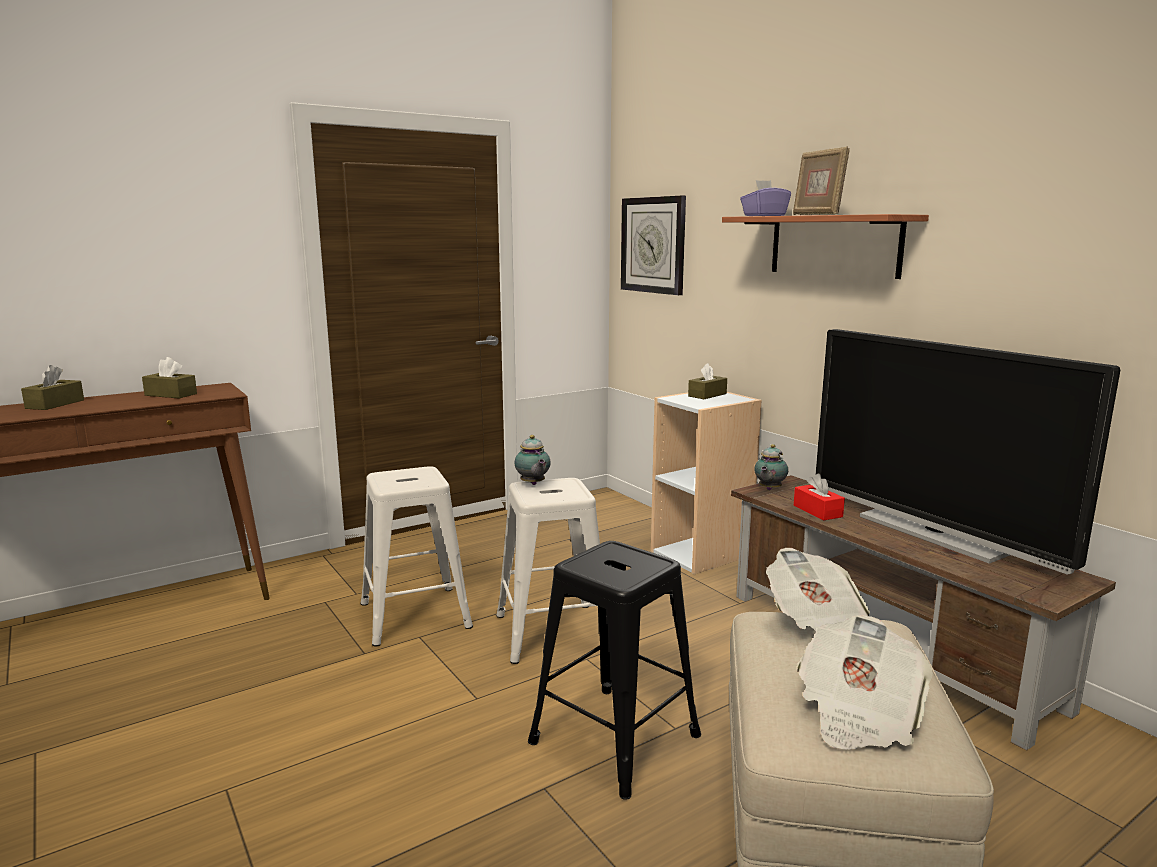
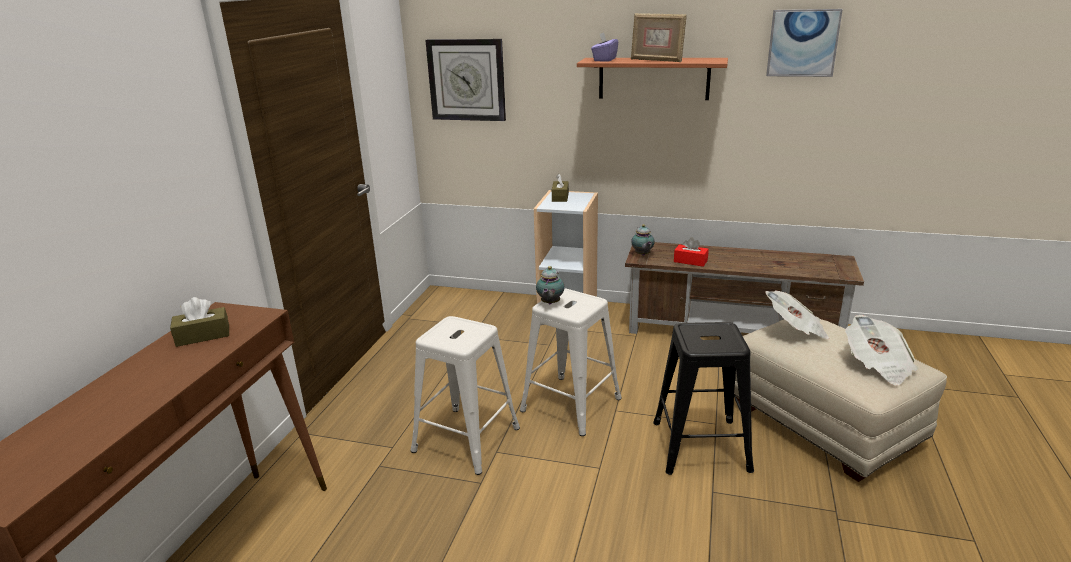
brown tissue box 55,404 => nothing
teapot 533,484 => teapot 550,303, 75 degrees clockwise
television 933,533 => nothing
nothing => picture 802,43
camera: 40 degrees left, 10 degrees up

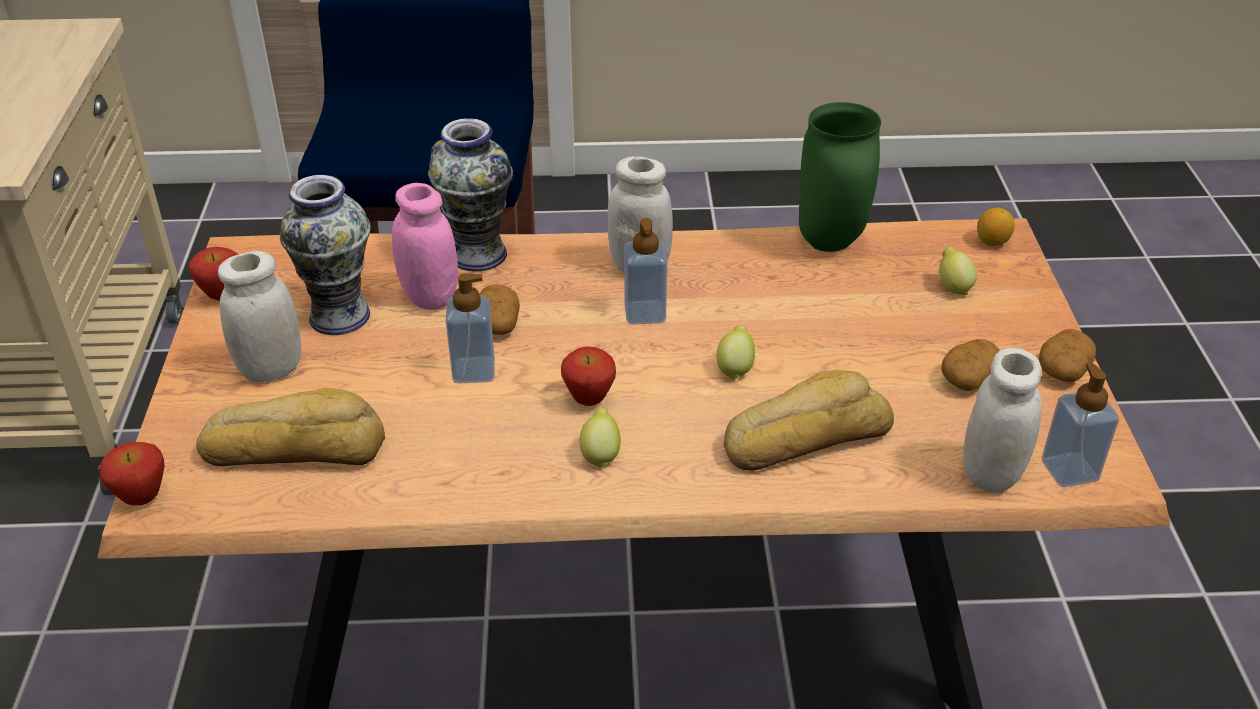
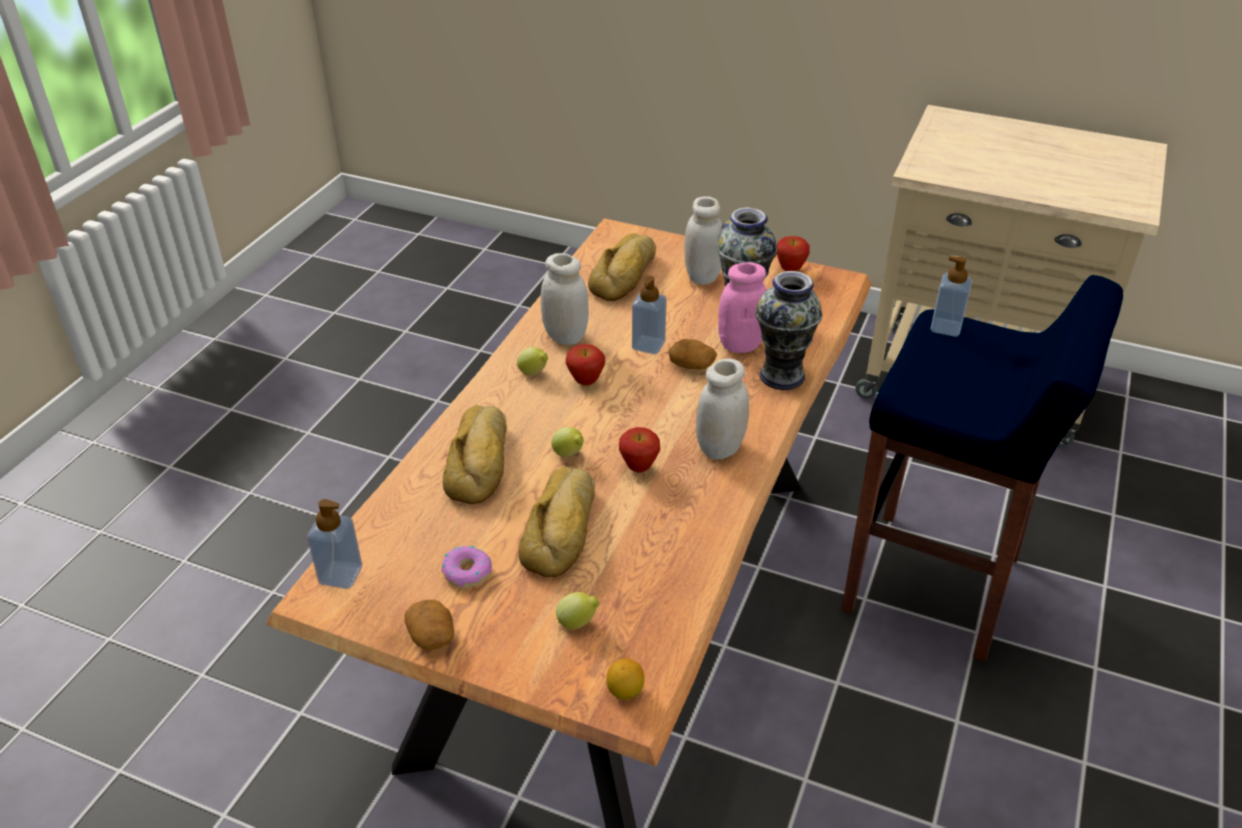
apple 142,498 => apple 639,468, shifted
soap dispenser 645,313 => soap dispenser 946,327, shifted
green vase 827,243 => nothing
potato 968,378 => donut 467,572
white jar 991,473 => white jar 565,336, shifted
nothing => bread 563,528
camera: 115 degrees right, 0 degrees up

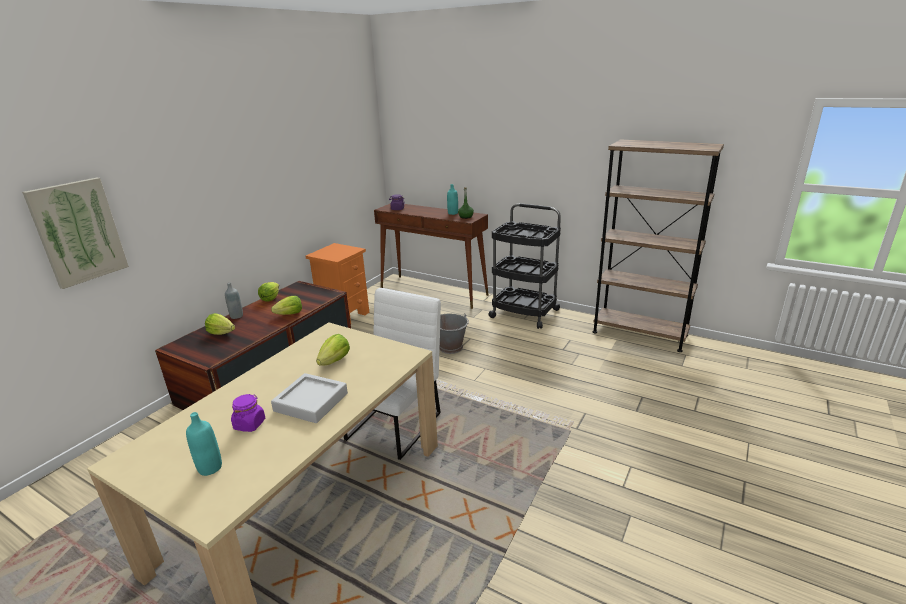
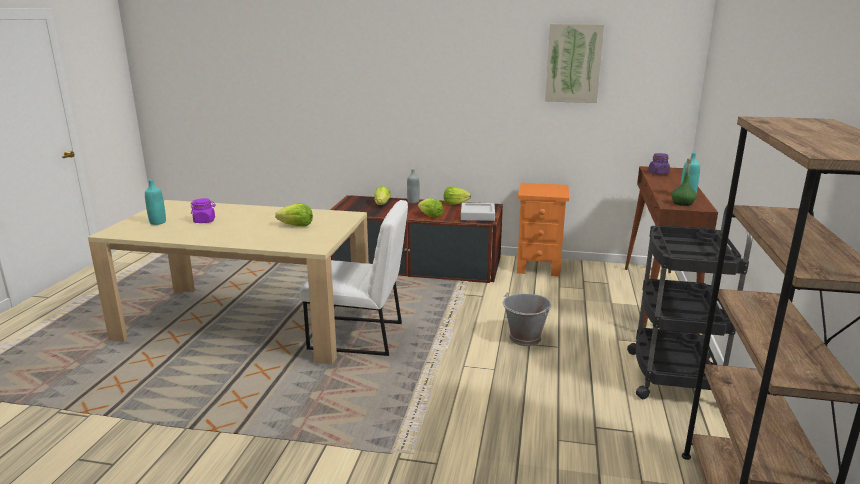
picture 78,232 => picture 573,63, shifted
grey tray 311,402 => grey tray 477,215, shifted
camera: 70 degrees right, 5 degrees down

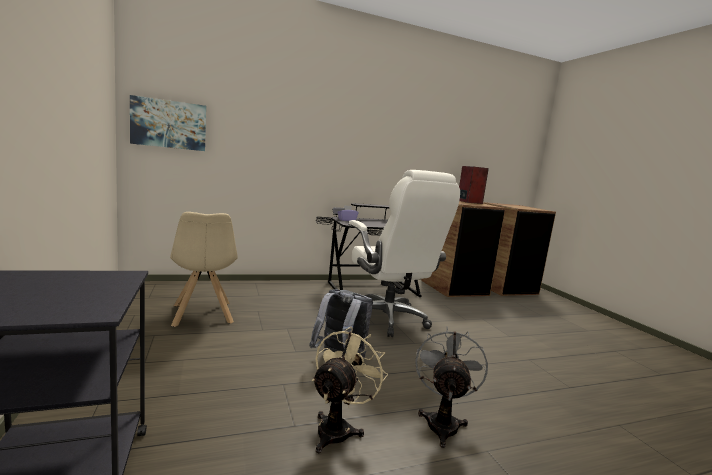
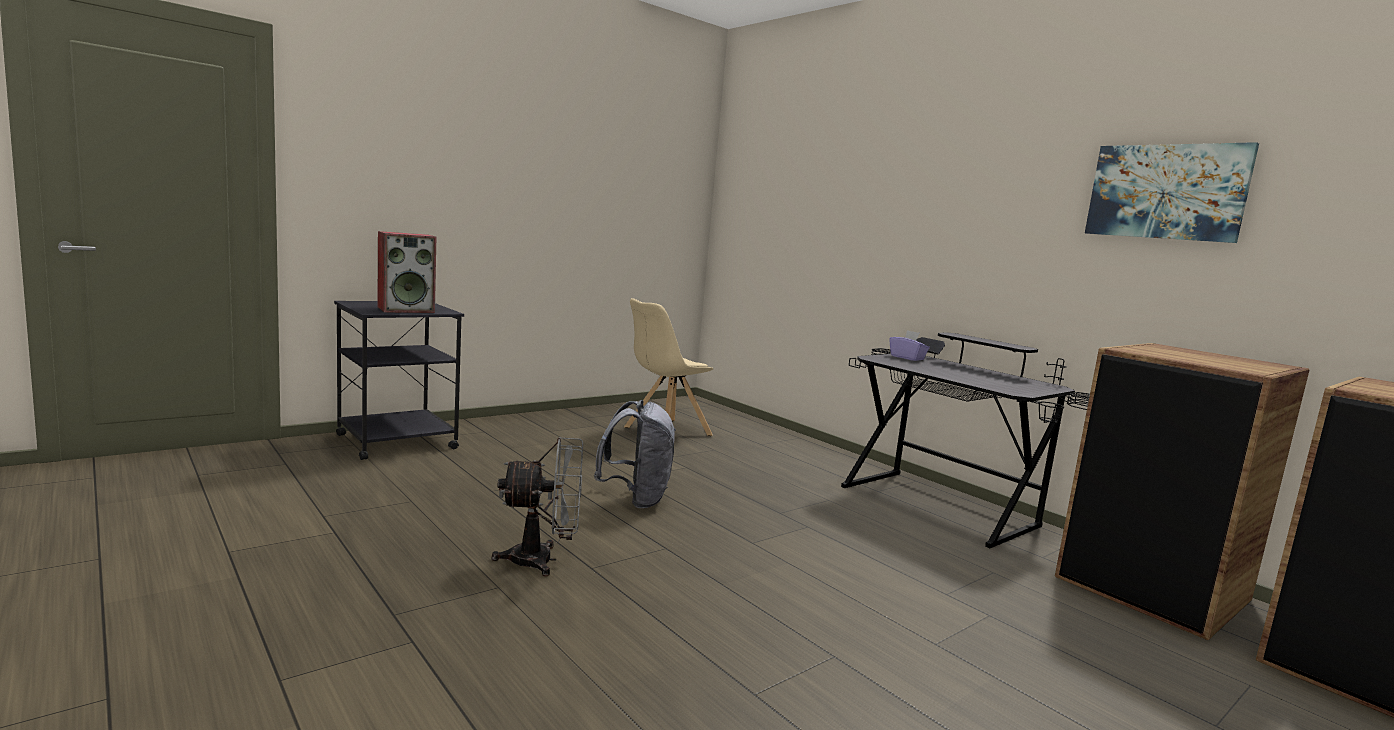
picture 169,124 => picture 1166,192, shifted
beige fan 338,428 => nothing
white office chair 388,319 => nothing
speaker 469,202 => speaker 406,310, shifted
camera: 70 degrees right, 0 degrees up

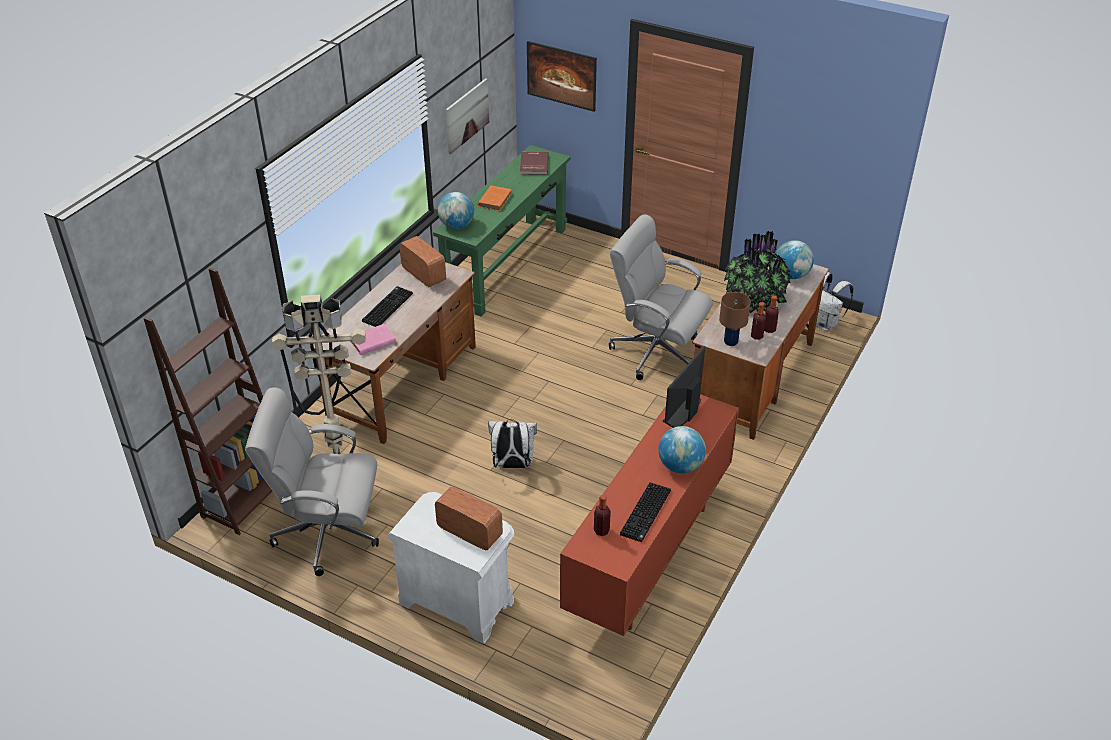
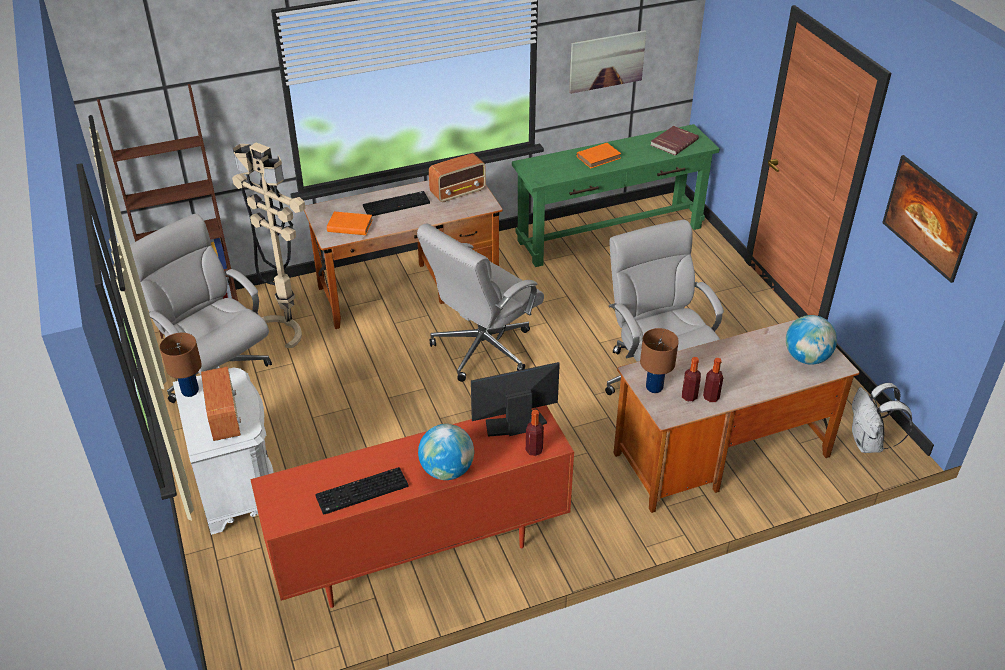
pink book 371,342 => orange book 348,226
radio 423,274 => radio 458,192, 60 degrees clockwise
globe 457,225 => nothing
white backpack 512,465 => nothing
picture 561,89 => picture 923,234, shifted
bottle 601,531 => bottle 534,450, shifted
potted plant 754,300 => nothing
nothing => brown table lamp 189,391
nothing => grey office chair 483,348
camera: 40 degrees right, 0 degrees up

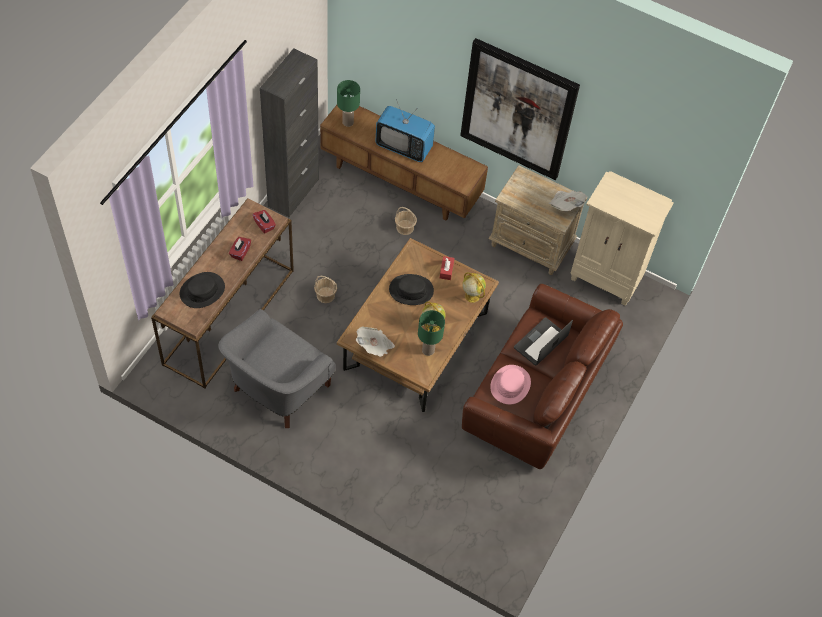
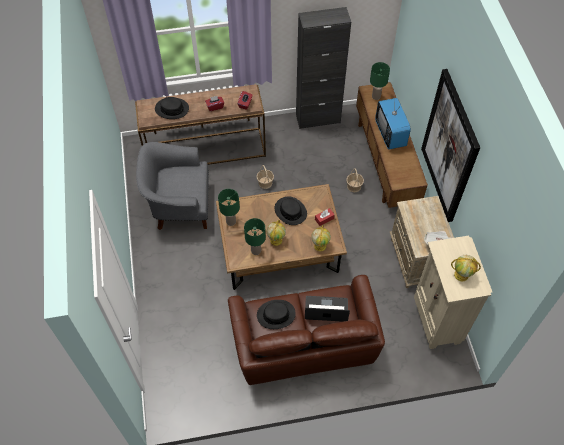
newspaper 374,346 => green table lamp 231,221
pink hat 510,385 => black hat 276,314
nothing => globe 461,275
camera: 55 degrees right, 0 degrees up

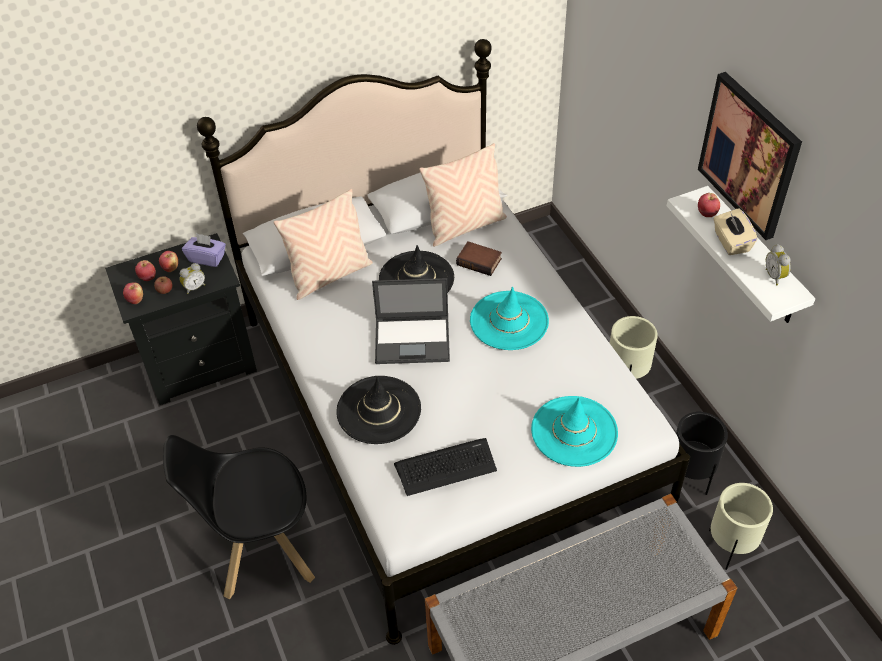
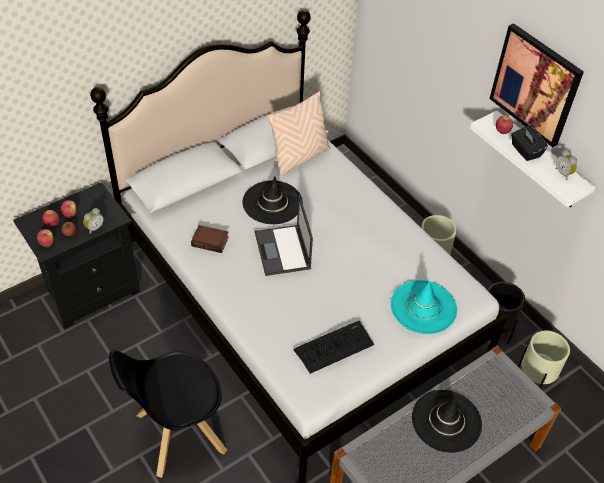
purple tissue box 207,258 => nothing
beige pillow 330,275 => nothing
black hat 378,410 => black hat 446,421, shifted
laptop 413,340 => laptop 283,251, 90 degrees clockwise
book 480,261 => book 211,241, shifted
turquoise hat 509,321 => nothing
beige tissue box 731,242 => black tissue box 525,151
camera: 15 degrees left, 0 degrees up

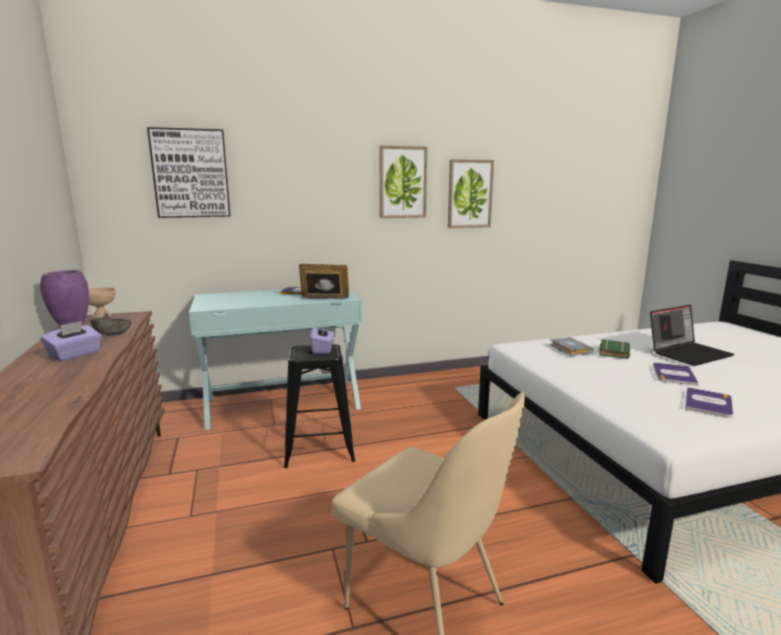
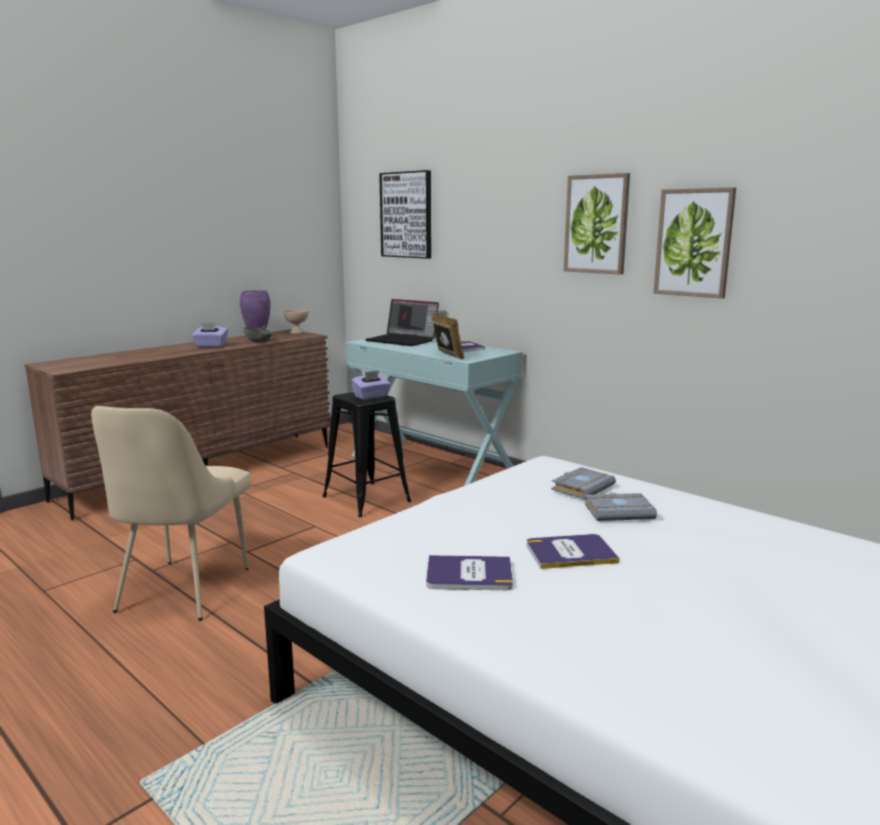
green book 612,351 => grey book 620,511
laptop 688,353 => laptop 403,340, shifted
camera: 60 degrees right, 0 degrees up

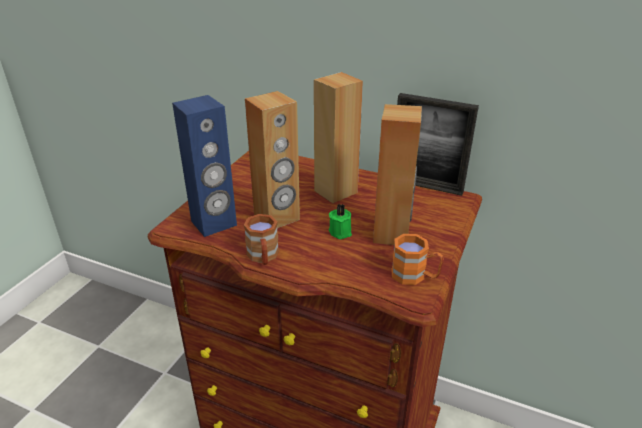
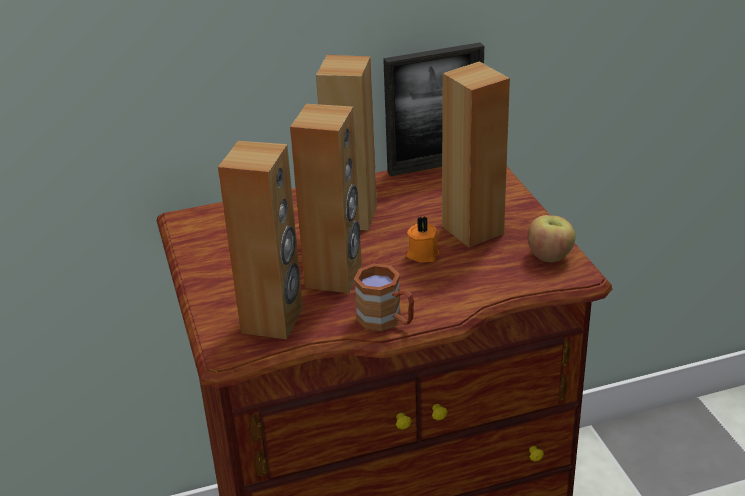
blue speaker 214,223 => brown speaker 273,320
green candle 341,231 => orange candle 422,253
orange mug 415,276 => apple 550,256
camera: 40 degrees left, 0 degrees up

